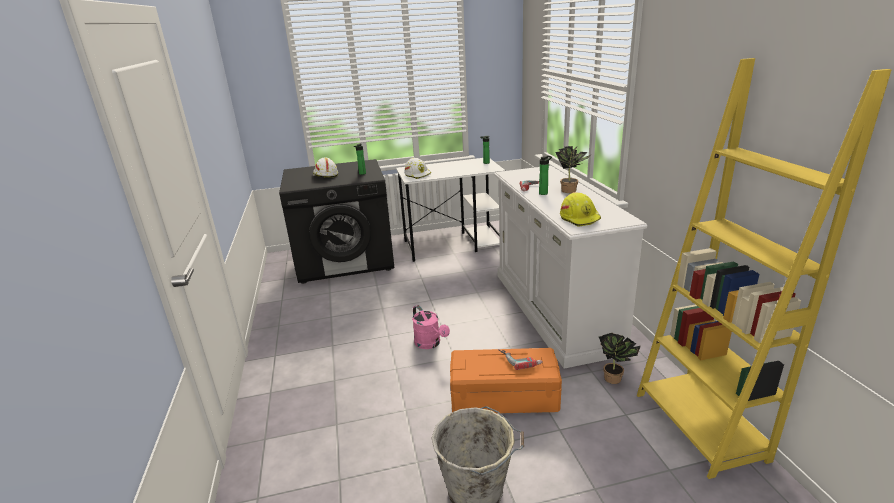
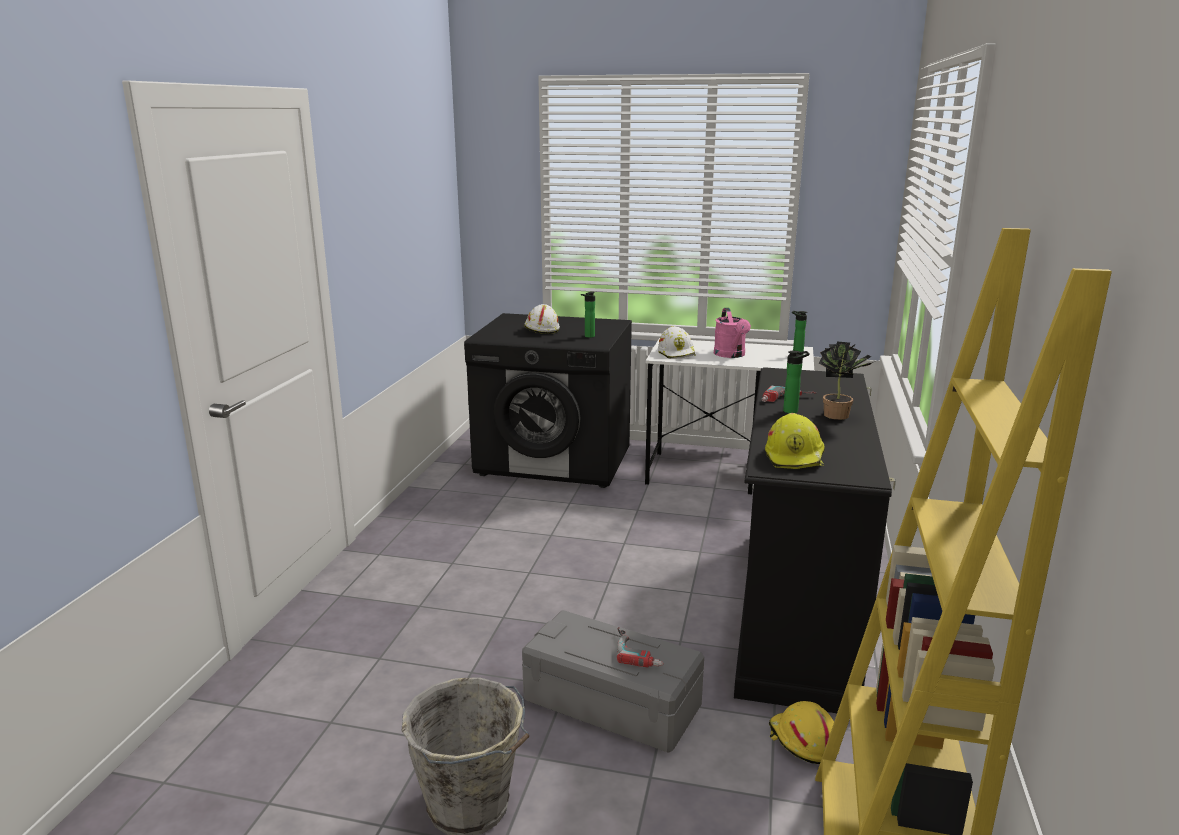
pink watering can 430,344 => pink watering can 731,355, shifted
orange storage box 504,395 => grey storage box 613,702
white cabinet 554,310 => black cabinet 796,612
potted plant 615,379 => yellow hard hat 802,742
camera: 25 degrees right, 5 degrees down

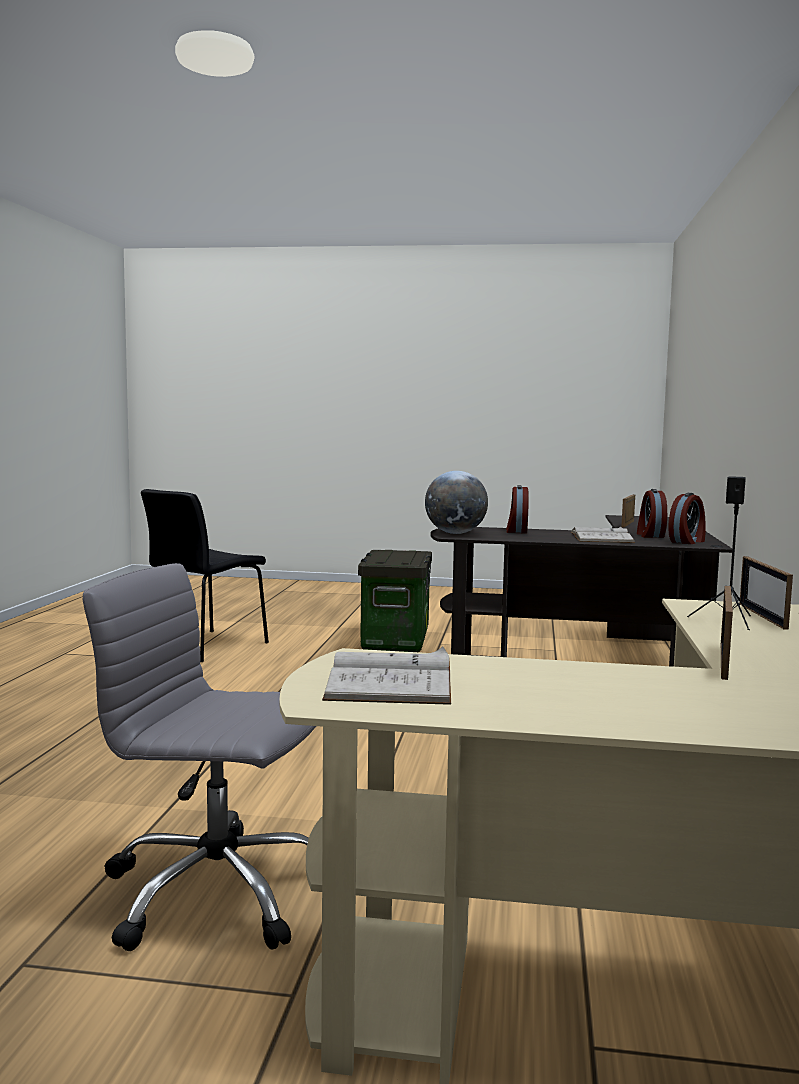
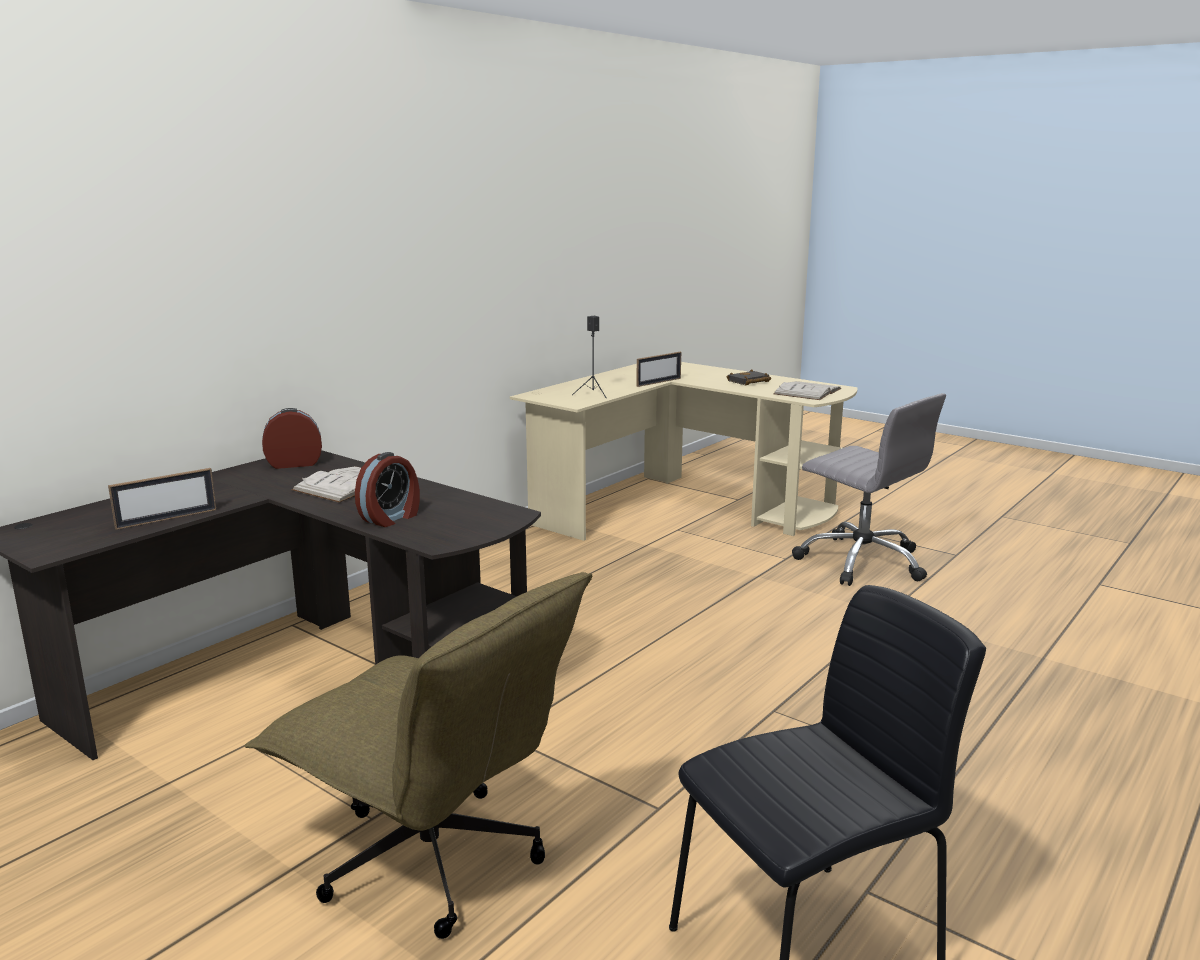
storage box 394,641 => beige office chair 428,857
globe 455,533 => nothing
alarm clock 650,535 => nothing
picture frame 762,616 => nothing
nothing => black book 748,382
camera: 150 degrees left, 10 degrees up

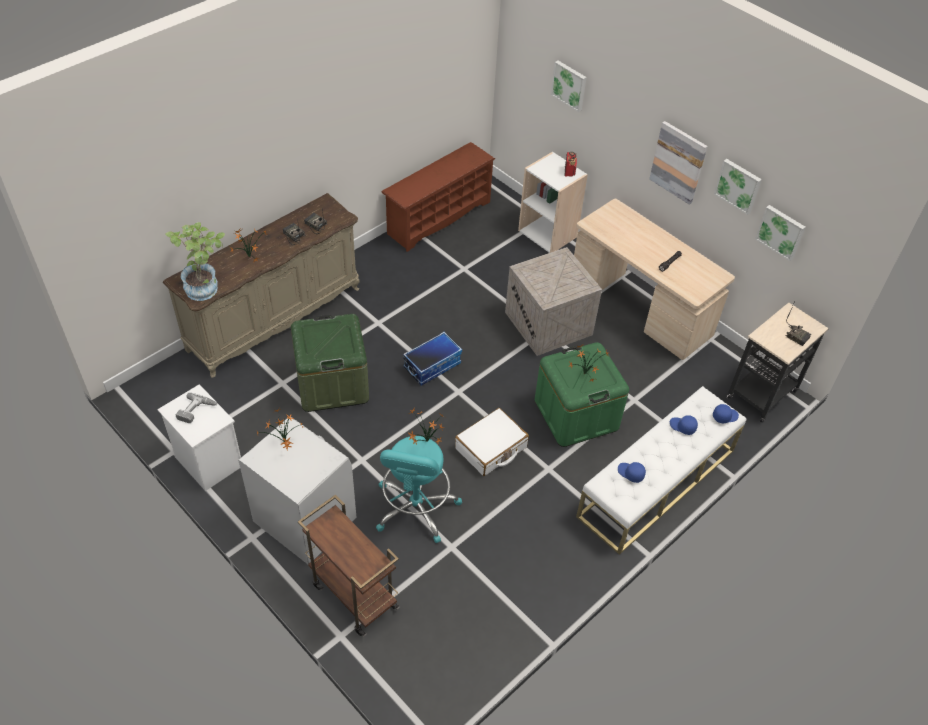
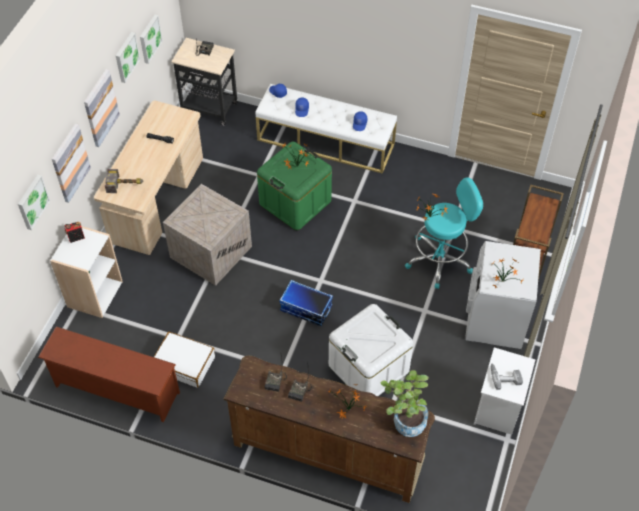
green storage box 332,383 => white storage box 368,368
white suitcase 491,448 => white suitcase 184,363, shifted
nothing => picture 70,163
nothing => hammer 126,184
camera: 115 degrees left, 5 degrees up

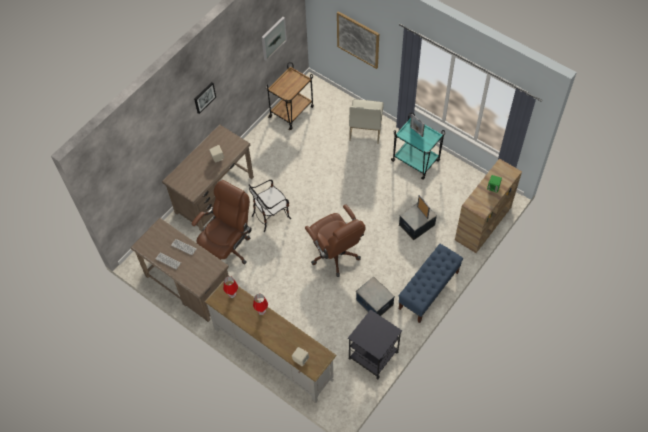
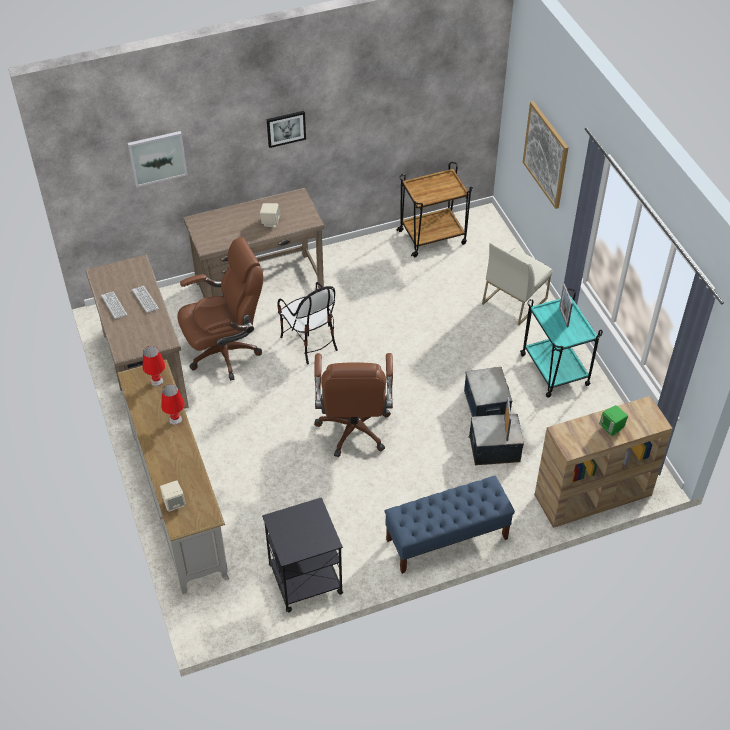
chair 271,215 => chair 309,342, 120 degrees counterclockwise
picture 273,38 => picture 157,158, shifted
storage box 374,303 => storage box 486,405, shifted
camera: 30 degrees right, 10 degrees down

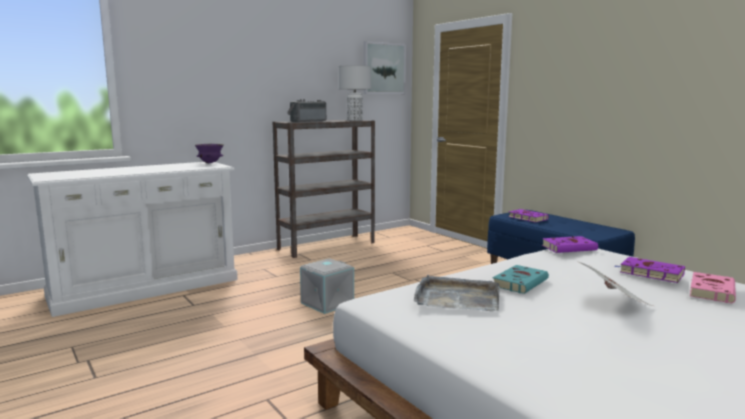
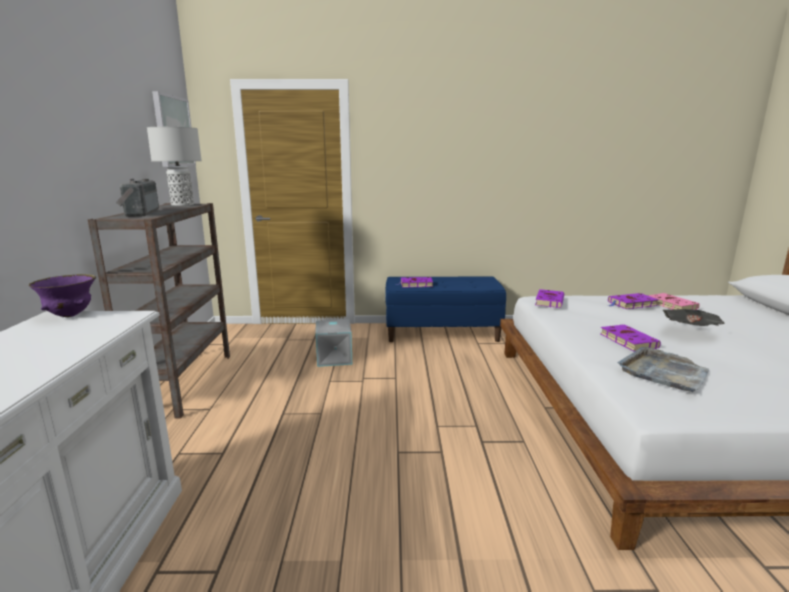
grey storage box 327,303 => grey storage box 335,358, shifted
turquoise book 520,282 => purple book 627,340
camera: 55 degrees left, 5 degrees up

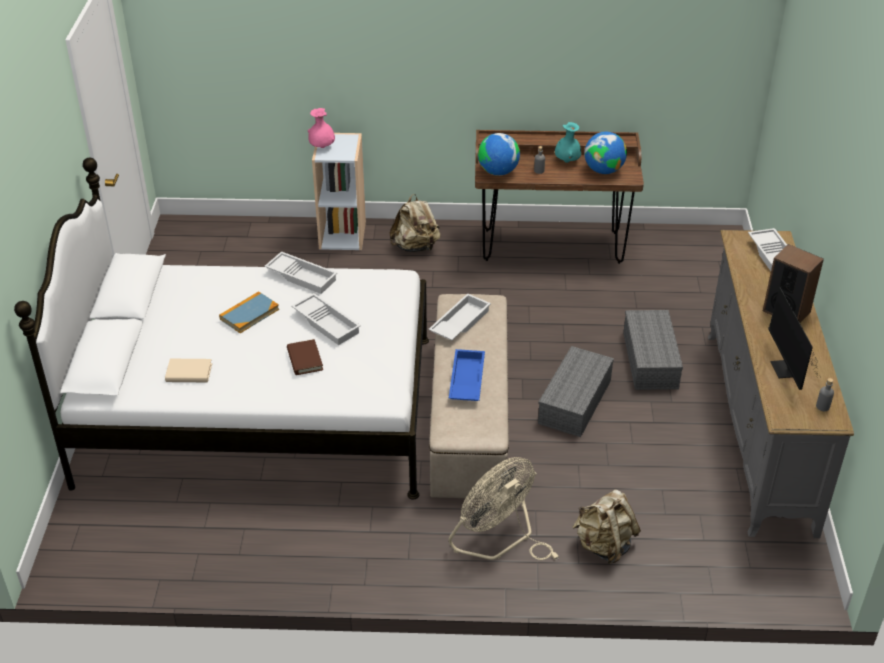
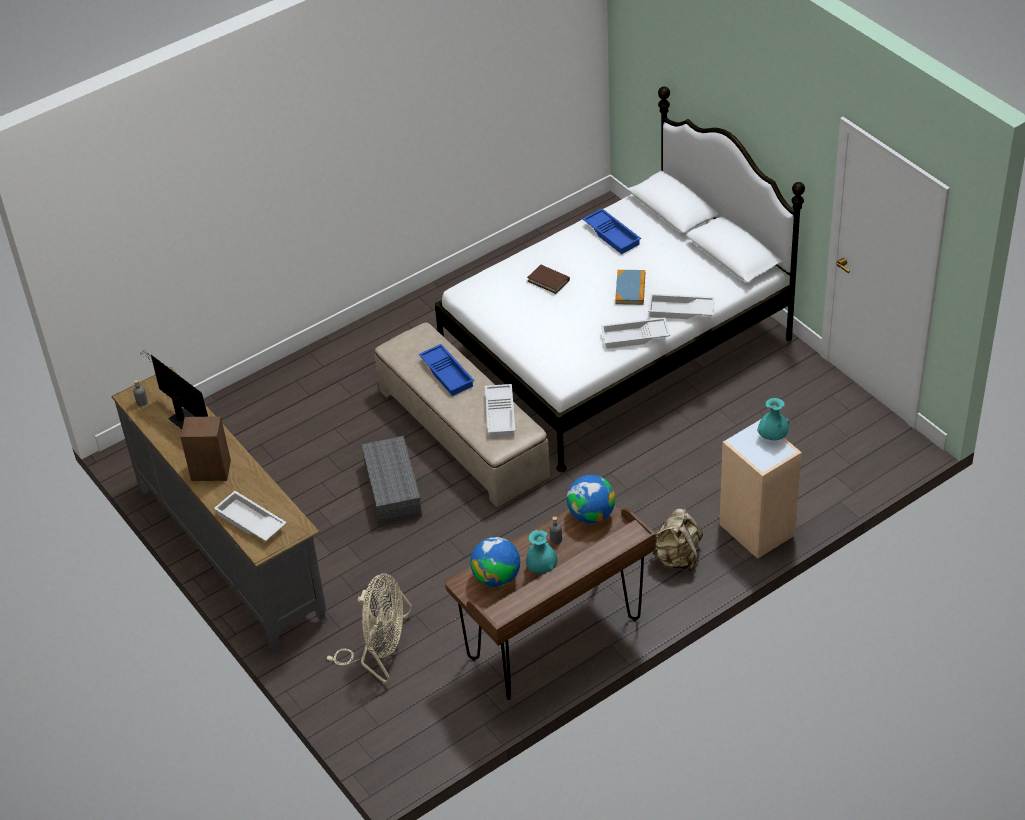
beige book 189,373 => blue tray 612,234
white tray 327,323 => white tray 680,311, shifted
pink vase 322,147 => turquoise vase 772,437
beige fan 505,538 => beige fan 378,650, shifted
beige backpack 604,545 => nothing
grey storage box 651,361 => nothing
camera: 145 degrees right, 5 degrees up

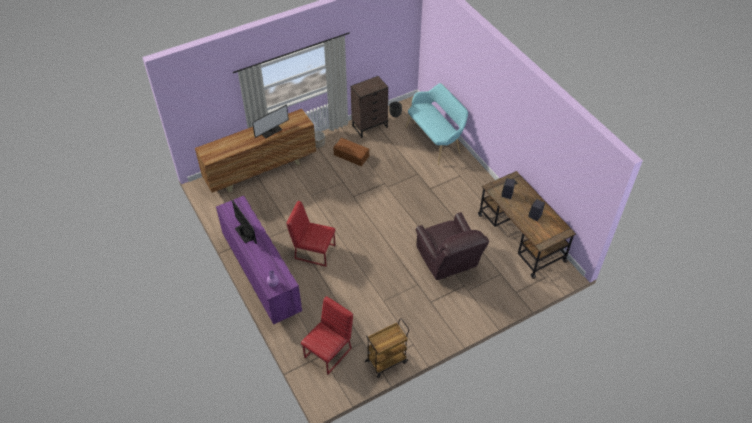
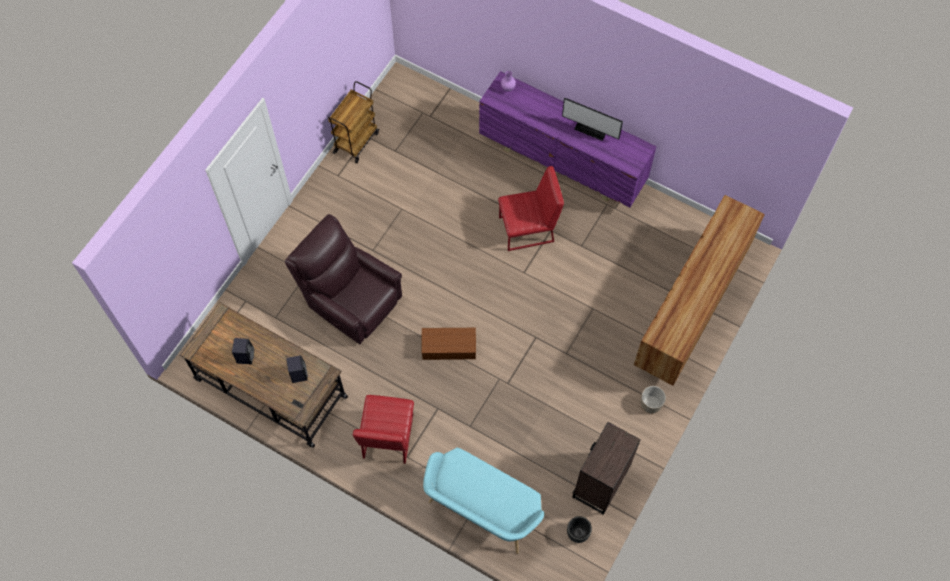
monitor 271,131 => nothing
red chair 329,352 => red chair 387,438, shifted
brown storage box 352,155 => brown storage box 448,347, shifted
camera: 150 degrees right, 15 degrees up

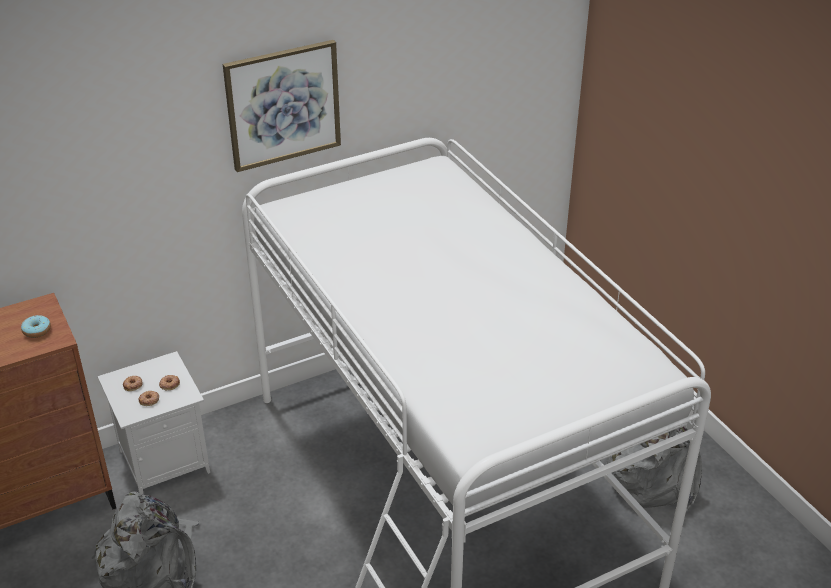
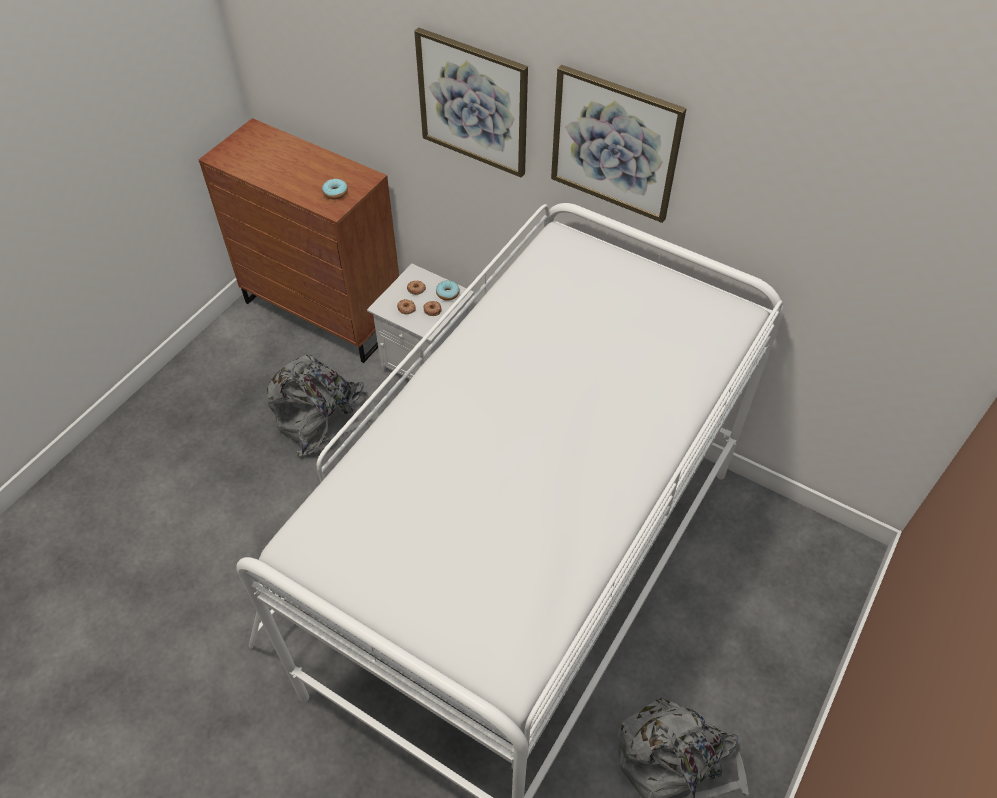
nothing => picture 473,102
nothing => donut 448,293
camera: 60 degrees right, 15 degrees up

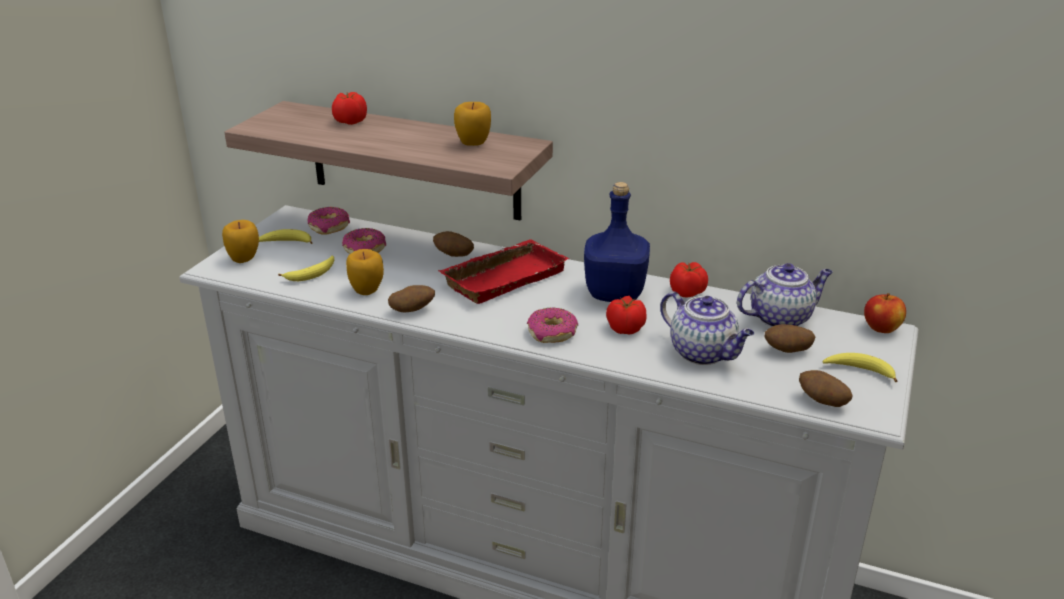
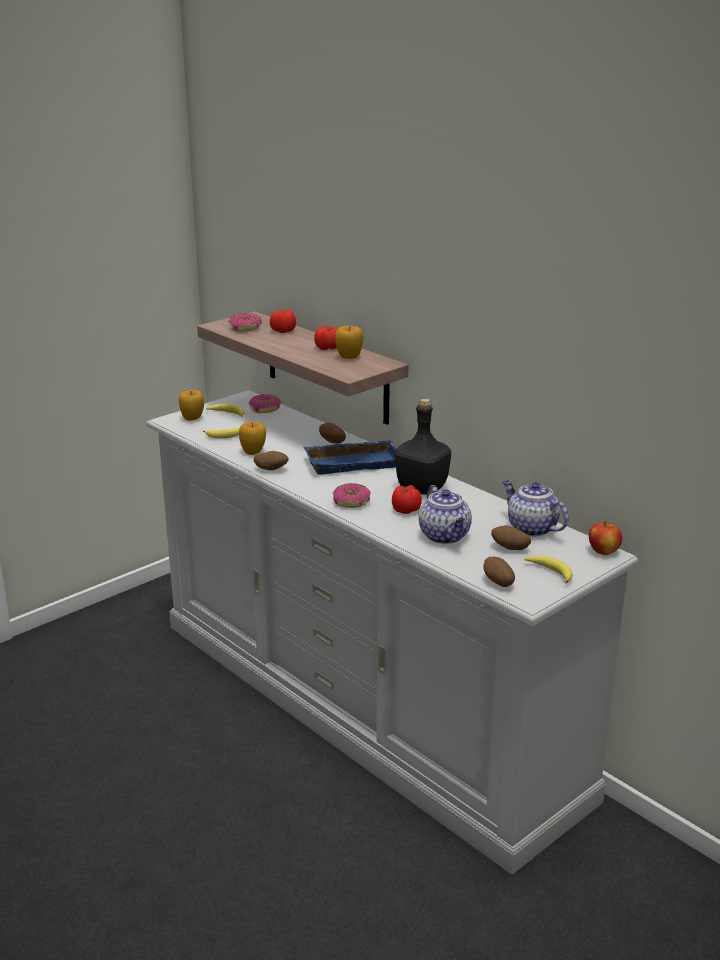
donut 365,249 => donut 245,328, shifted
red tray 503,277 => blue tray 353,462
blue bottle 615,294 => black bottle 421,488
tomato 688,292 => tomato 328,348, shifted
teapot 781,318 => teapot 531,528, 135 degrees counterclockwise
camera: 25 degrees right, 5 degrees down

